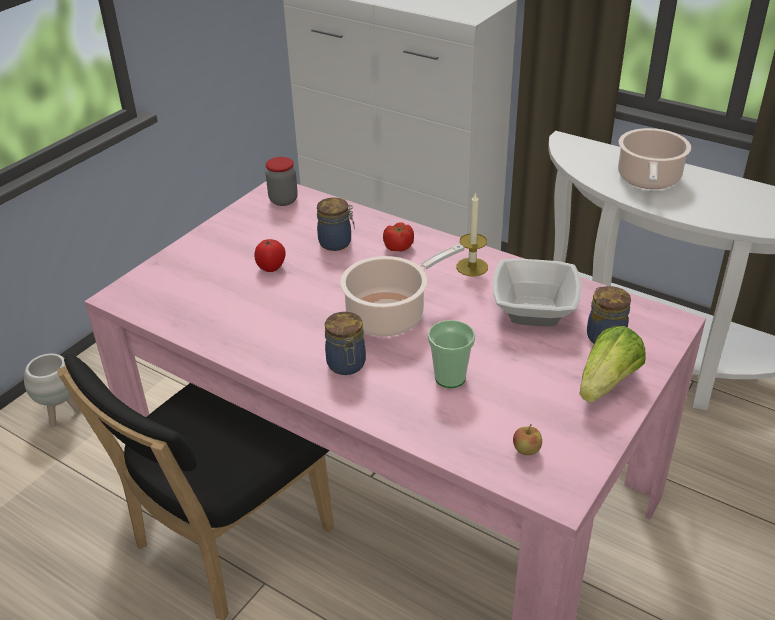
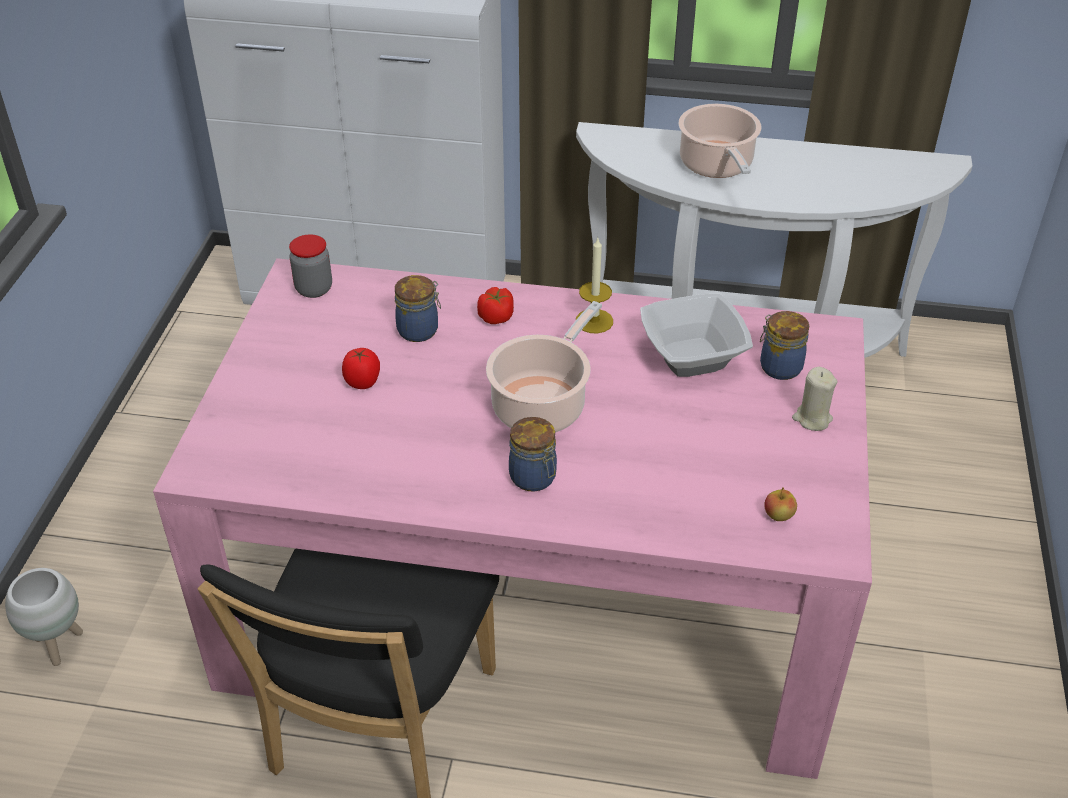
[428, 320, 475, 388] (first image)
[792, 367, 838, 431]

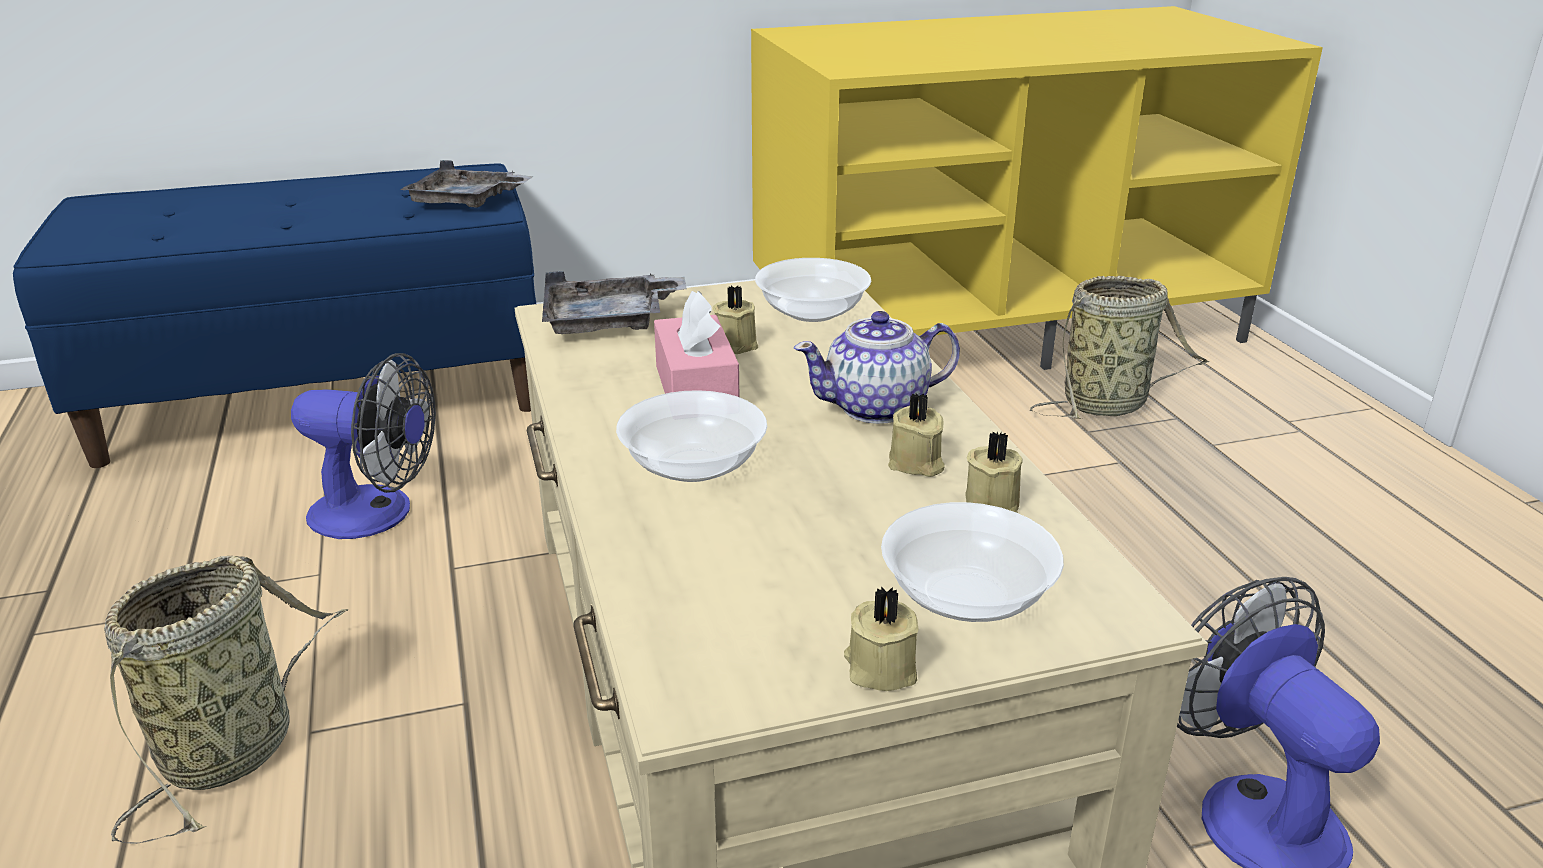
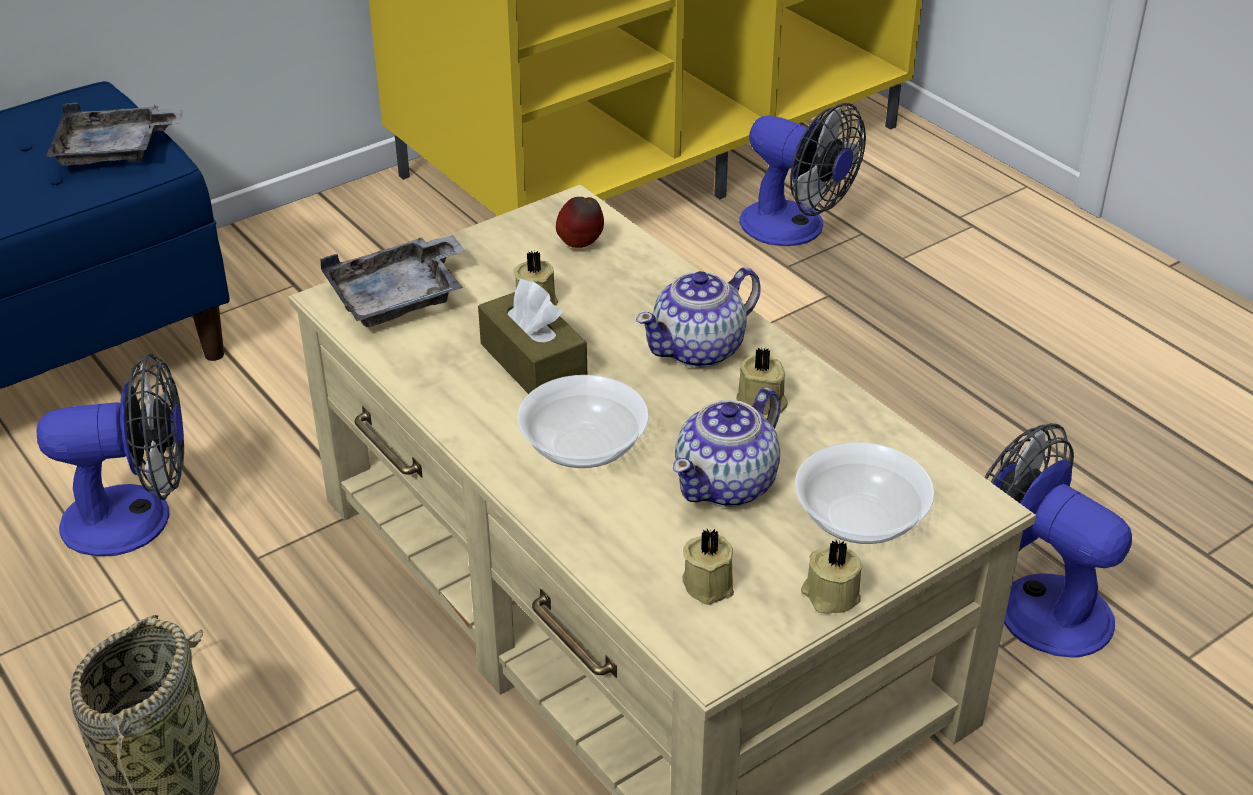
[556, 197, 604, 248]
[739, 103, 866, 246]
[478, 279, 587, 394]
[682, 529, 734, 605]
[673, 388, 781, 507]

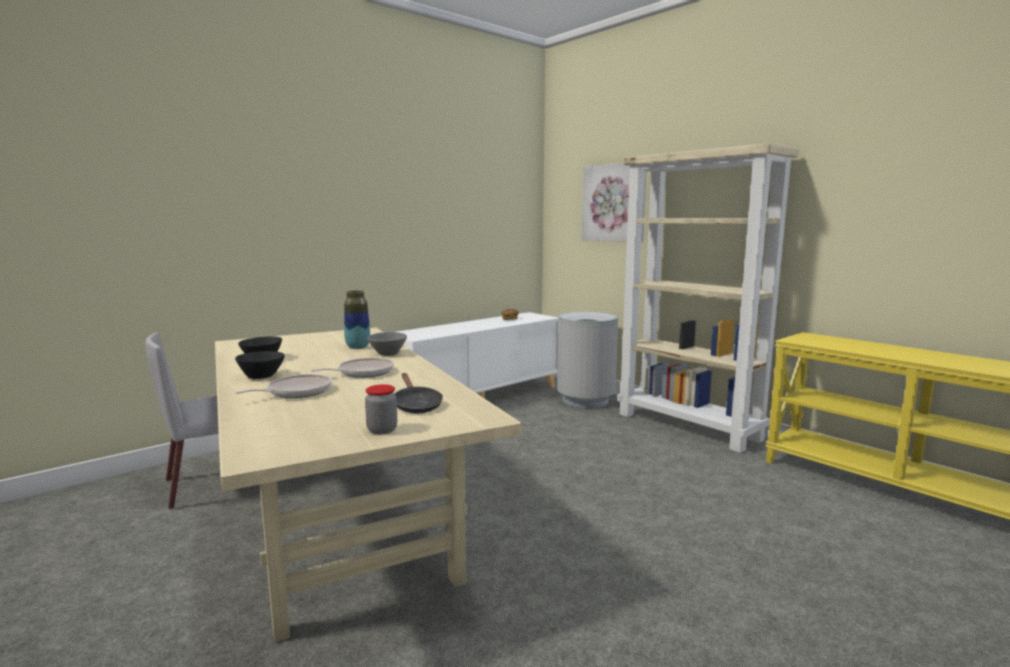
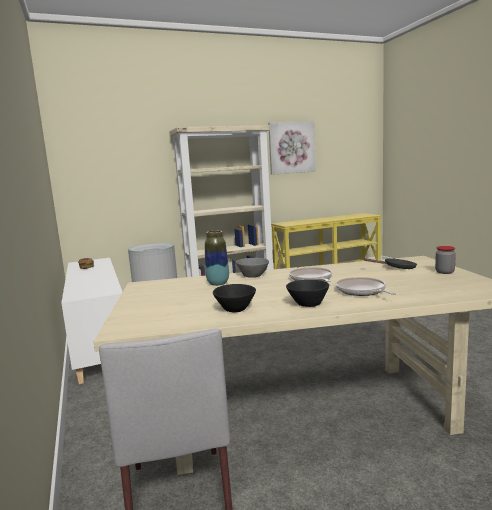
[268, 121, 316, 175]

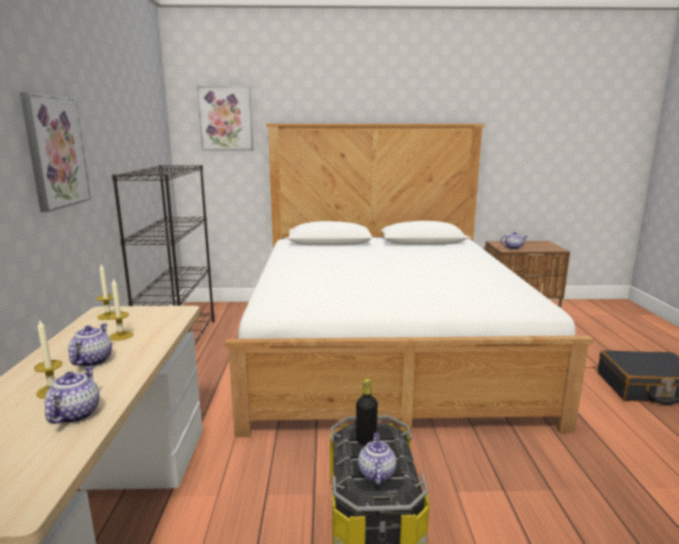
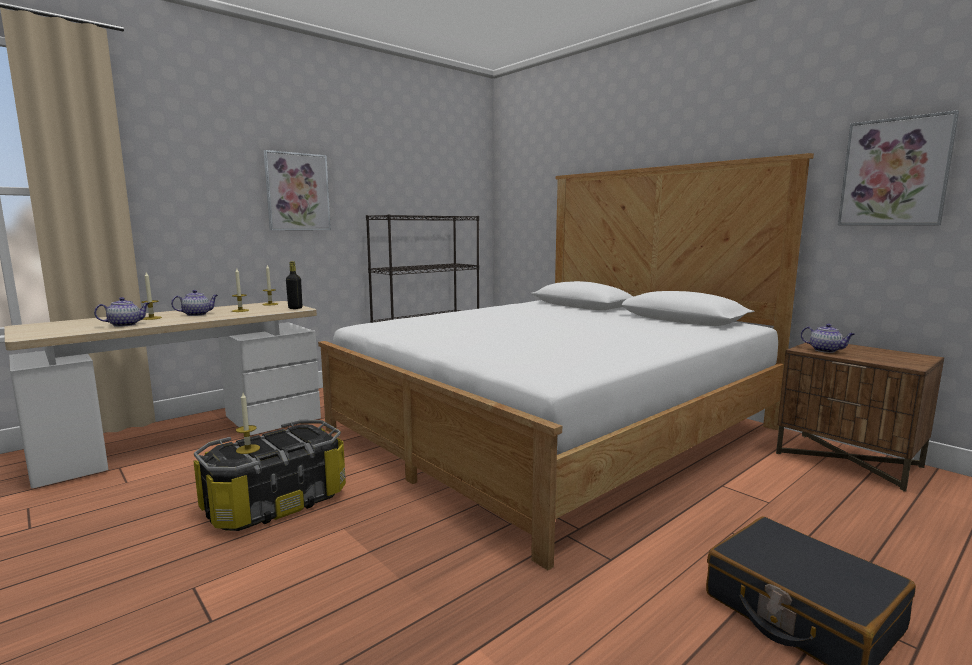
[838, 110, 959, 225]
[286, 261, 302, 309]
[236, 393, 260, 454]

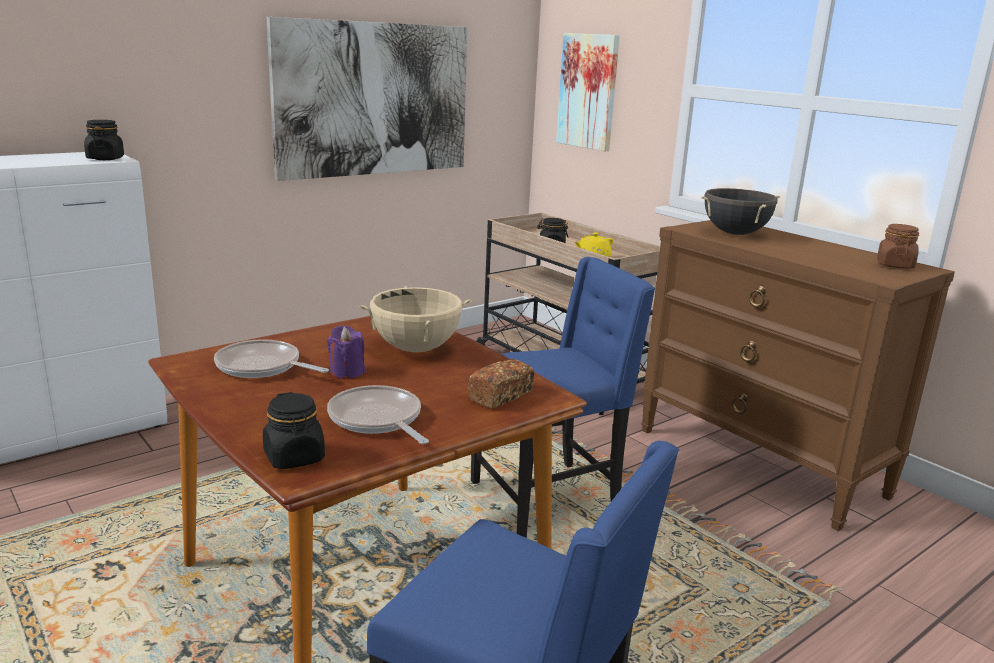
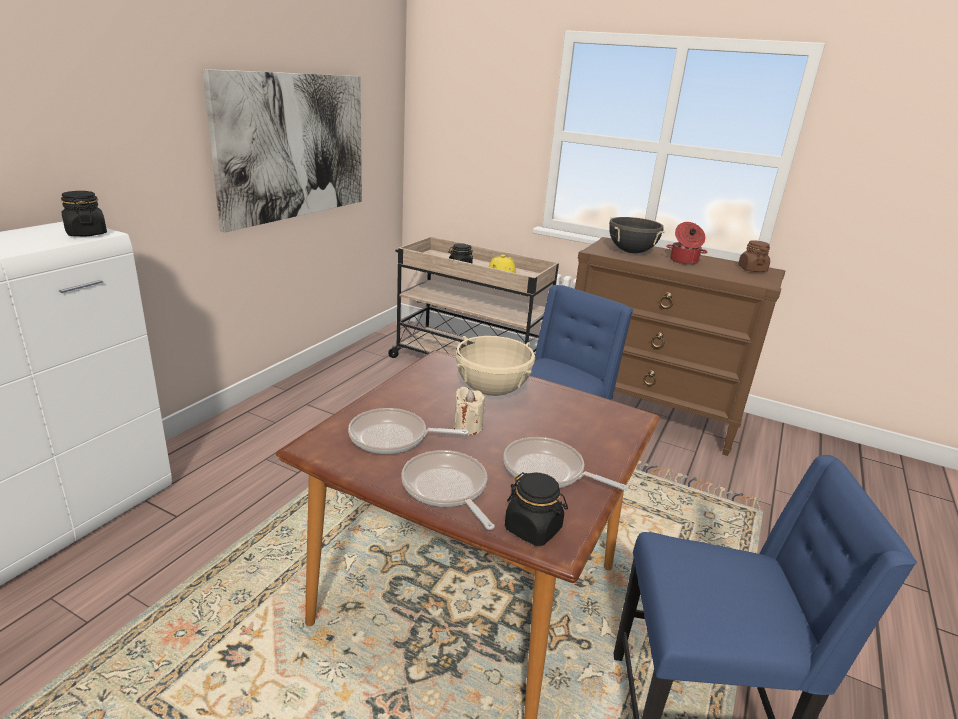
[556, 33, 620, 151] (first image)
[454, 387, 485, 435]
[468, 359, 534, 409] (first image)
[666, 222, 708, 265]
[401, 450, 495, 530]

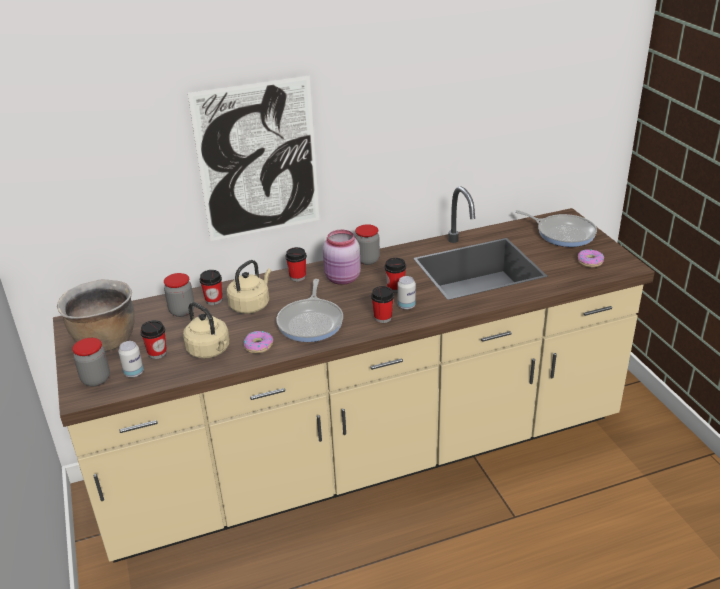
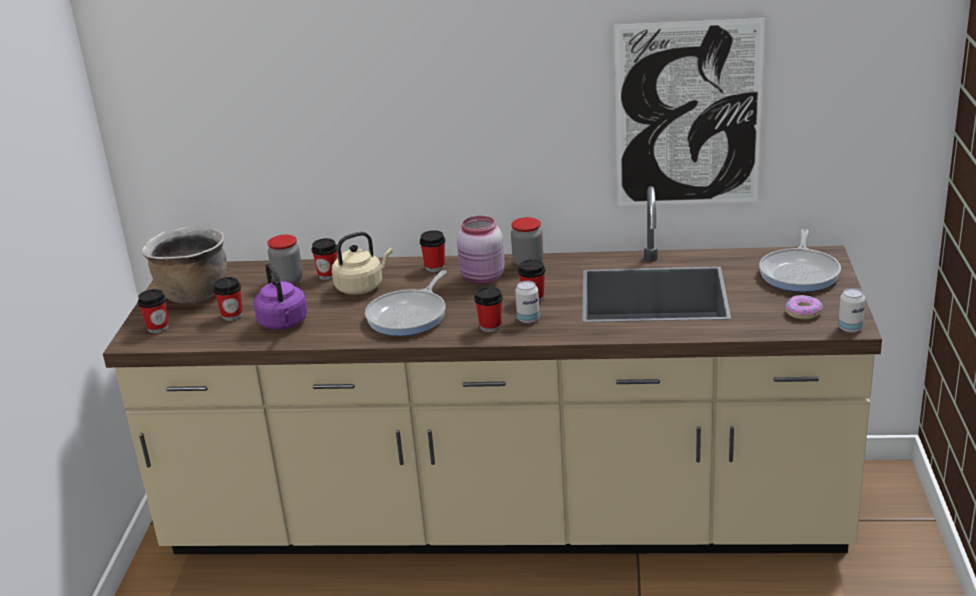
[614, 18, 765, 206]
[759, 229, 841, 292]
[254, 263, 308, 330]
[243, 331, 273, 354] (first image)
[138, 289, 169, 334]
[838, 288, 865, 333]

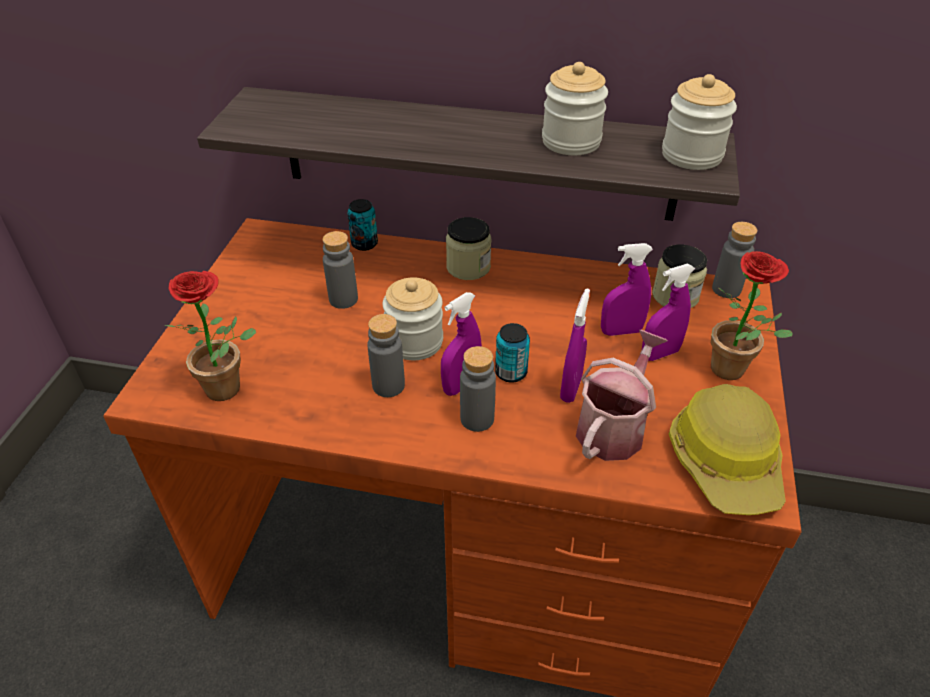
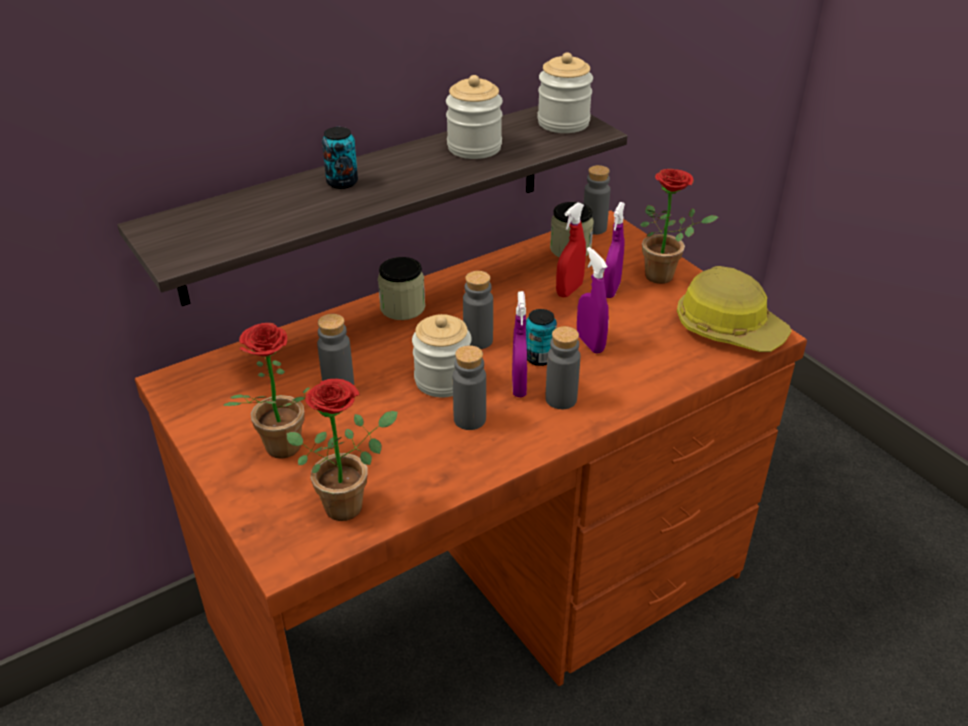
[322, 127, 358, 189]
[556, 202, 586, 297]
[576, 330, 667, 461] (first image)
[463, 271, 493, 349]
[223, 323, 310, 459]

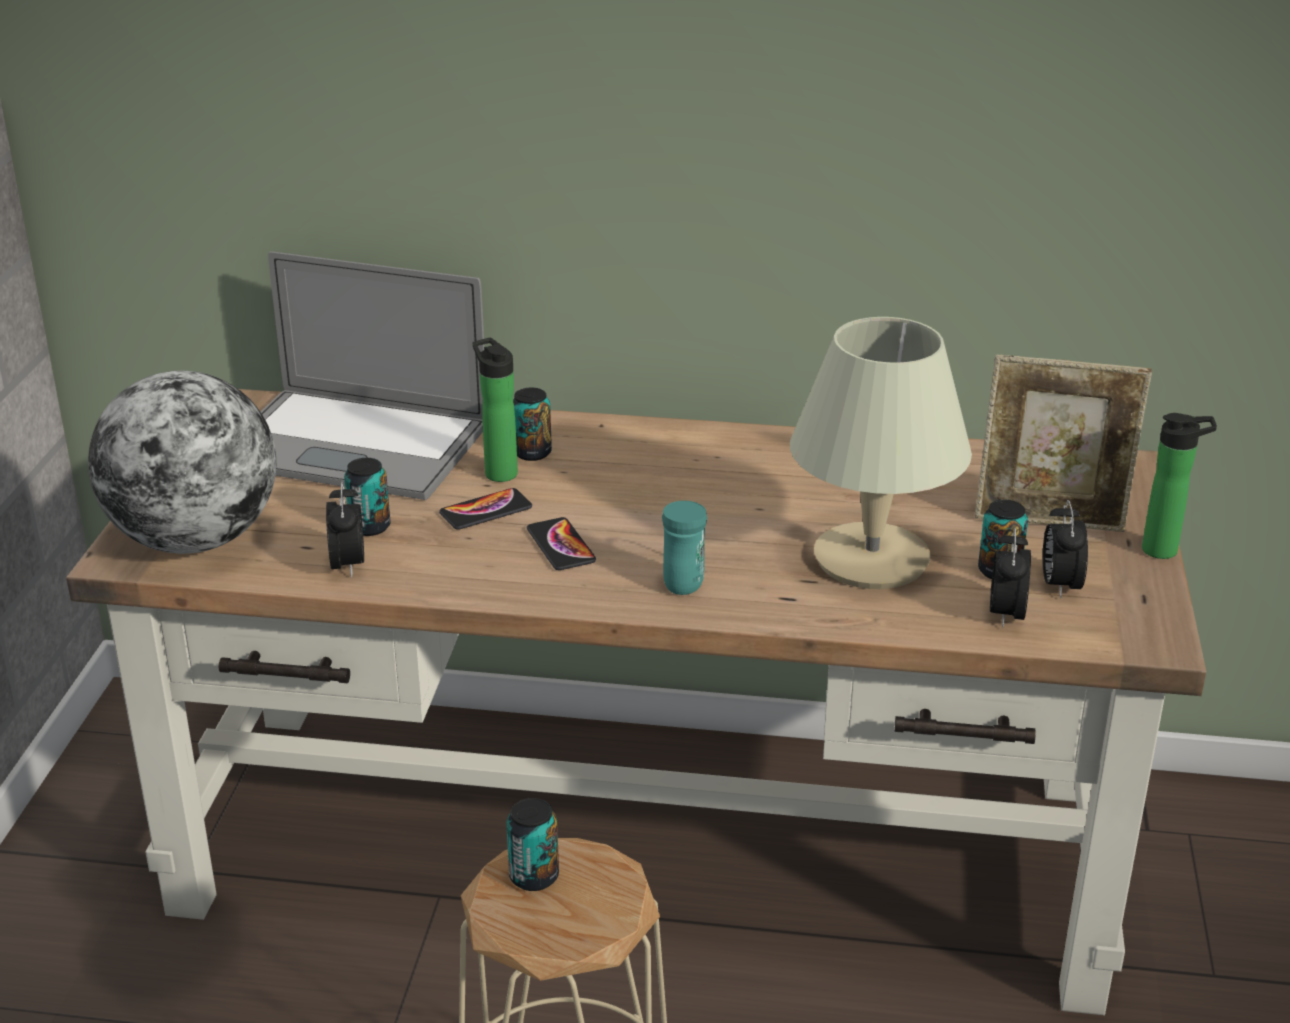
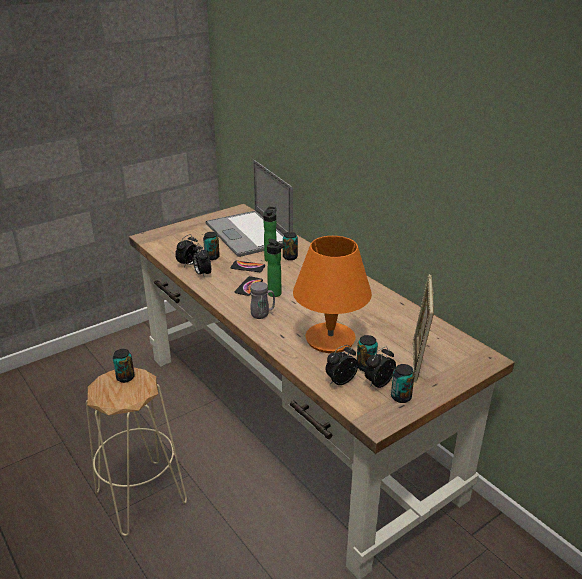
[293, 236, 372, 353]
[413, 274, 434, 382]
[88, 371, 276, 554] (first image)
[267, 239, 285, 297]
[250, 282, 275, 319]
[193, 243, 211, 278]
[391, 364, 415, 403]

